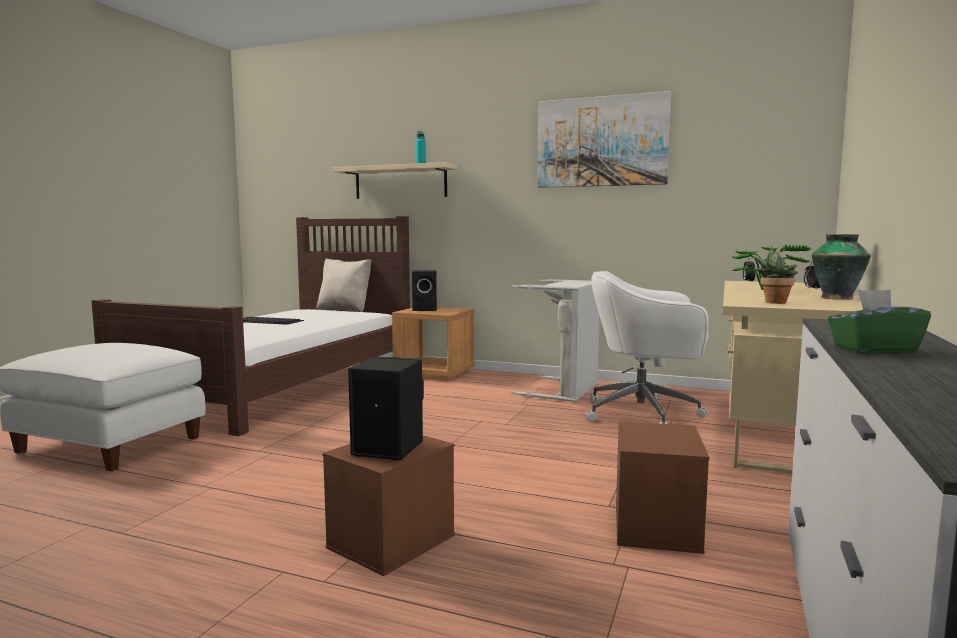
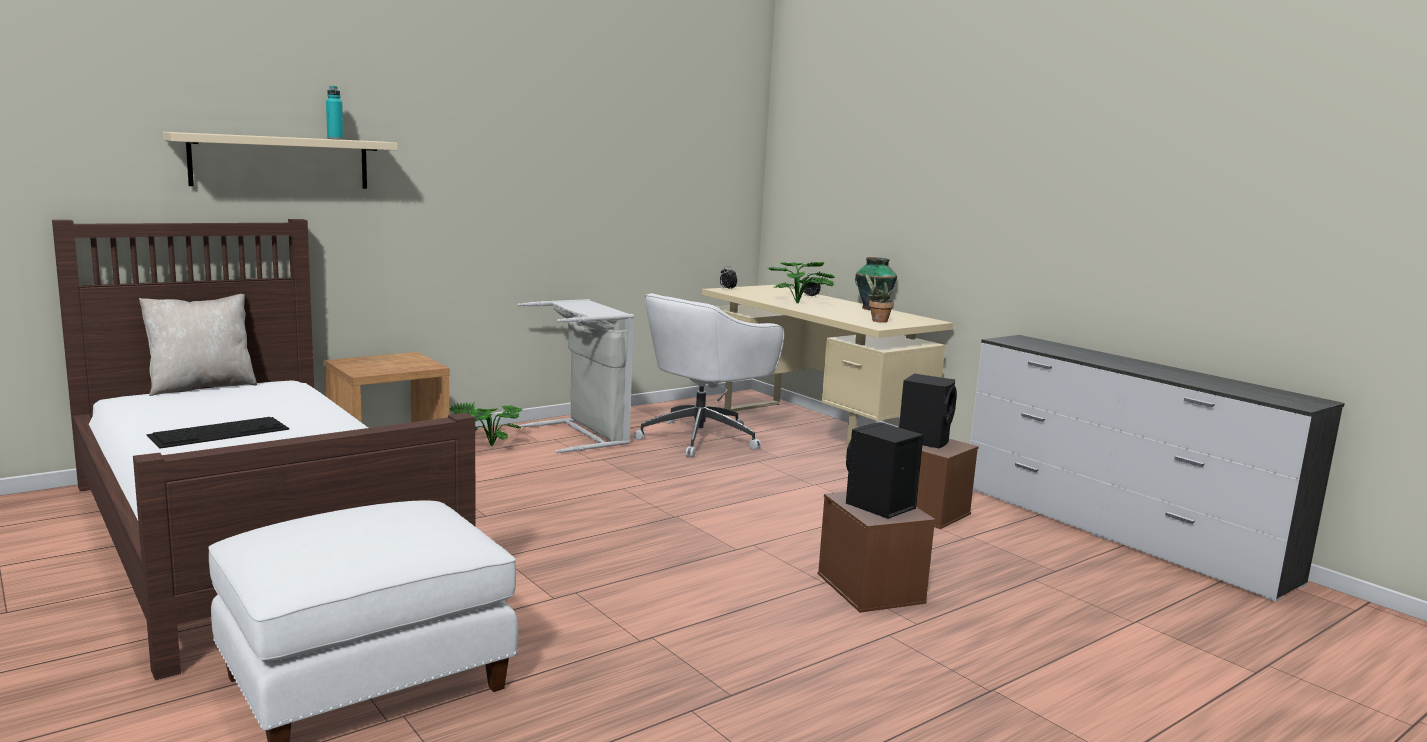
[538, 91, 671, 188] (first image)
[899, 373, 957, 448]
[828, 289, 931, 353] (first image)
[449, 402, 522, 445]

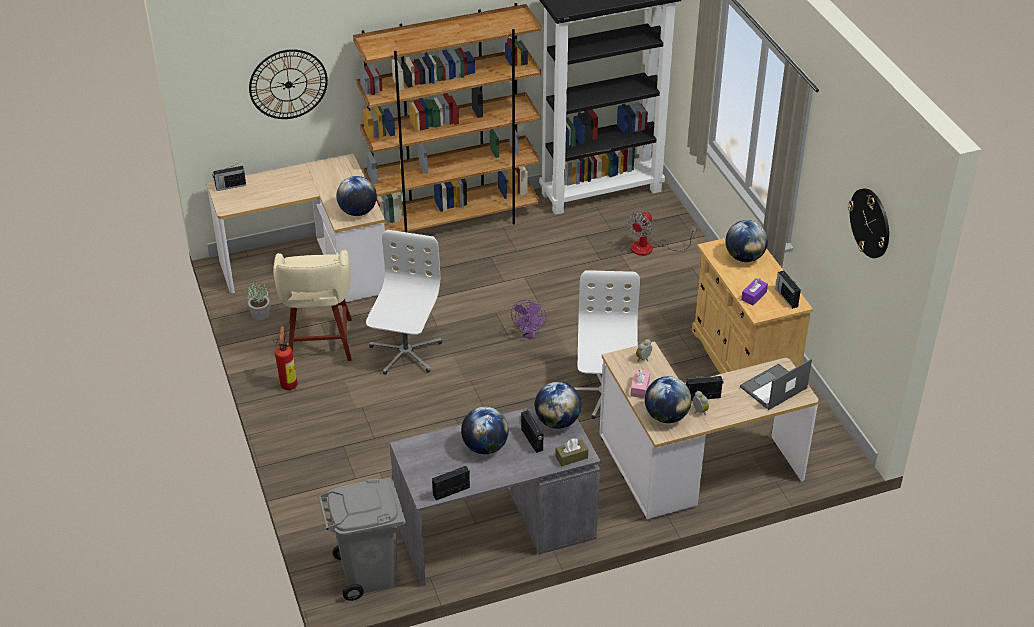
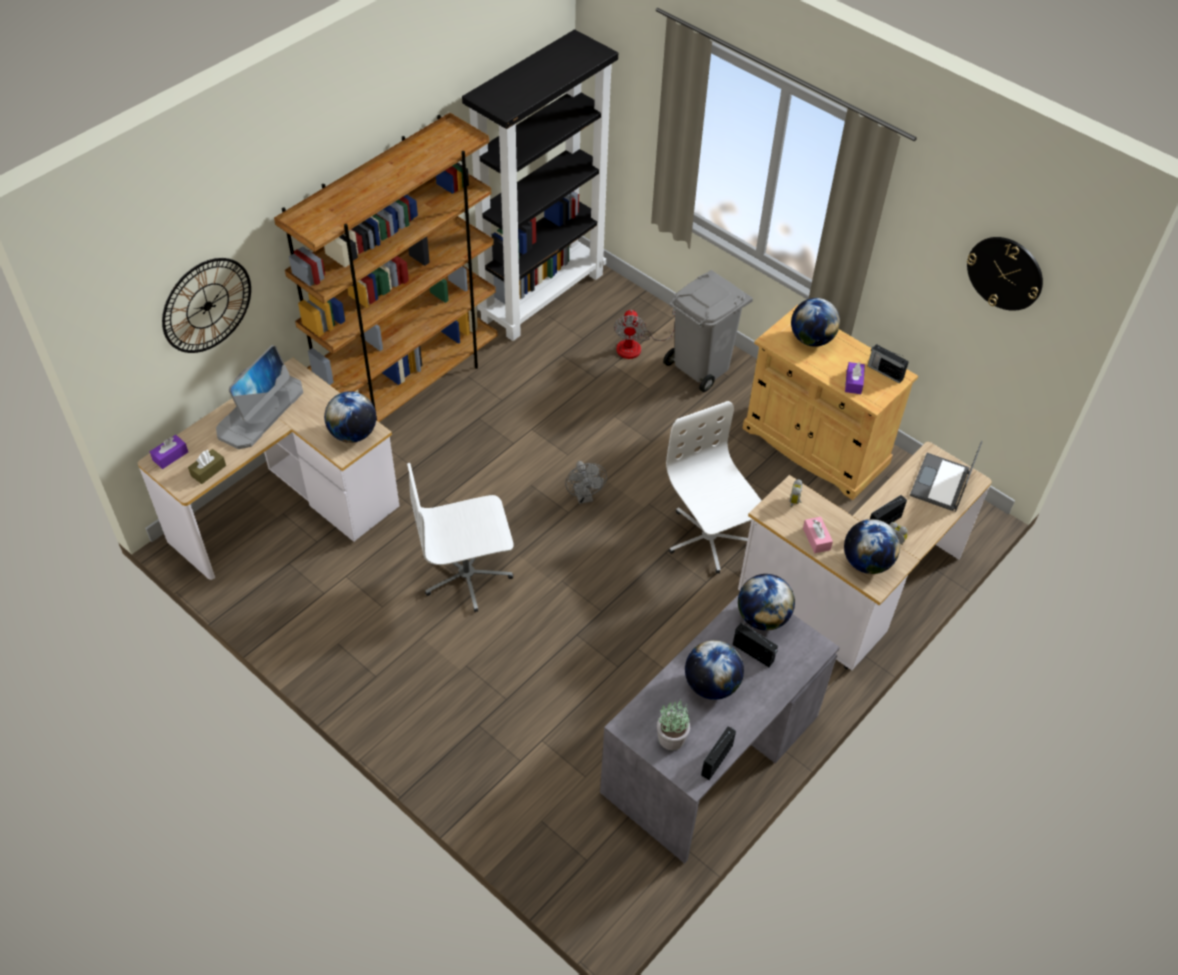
[150, 435, 188, 469]
[407, 463, 514, 612]
[273, 250, 352, 361] (first image)
[657, 701, 690, 750]
[565, 461, 607, 504]
[275, 326, 298, 390] (first image)
[188, 449, 226, 484]
[663, 270, 753, 392]
[216, 345, 303, 449]

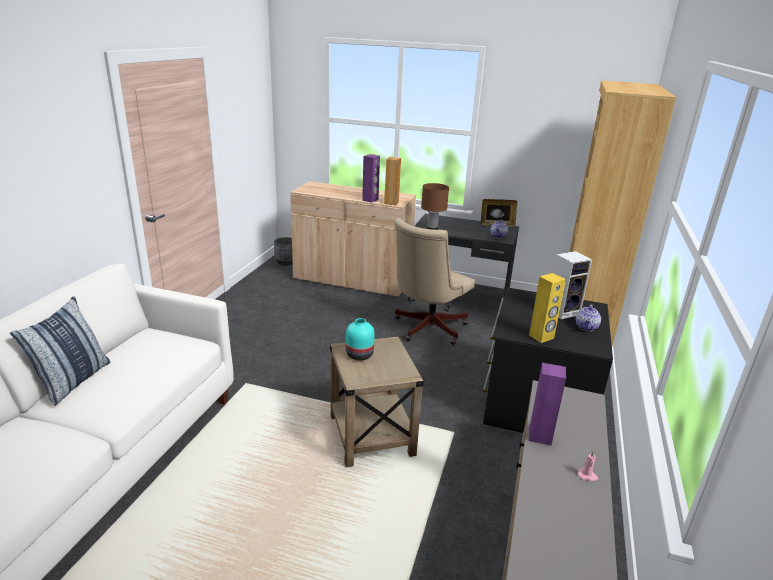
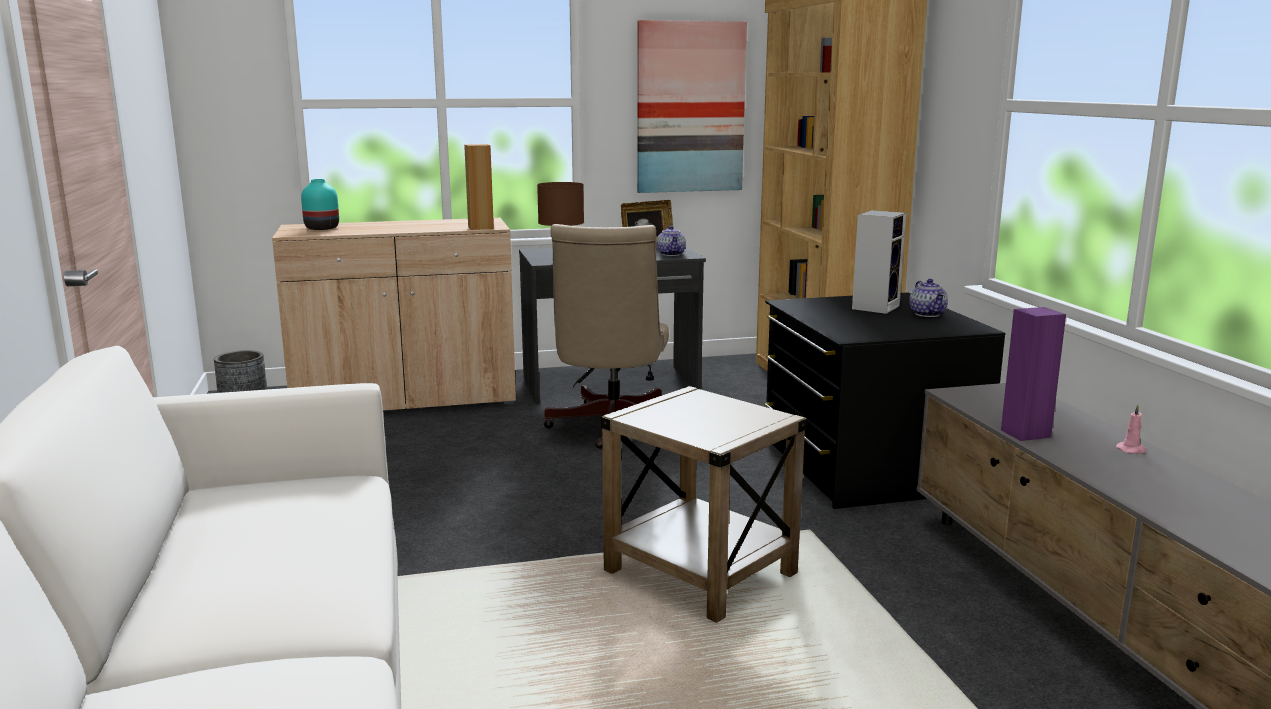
[362, 154, 380, 203] (first image)
[529, 273, 566, 343] (first image)
[10, 296, 110, 406] (first image)
[301, 179, 339, 230]
[637, 20, 747, 193]

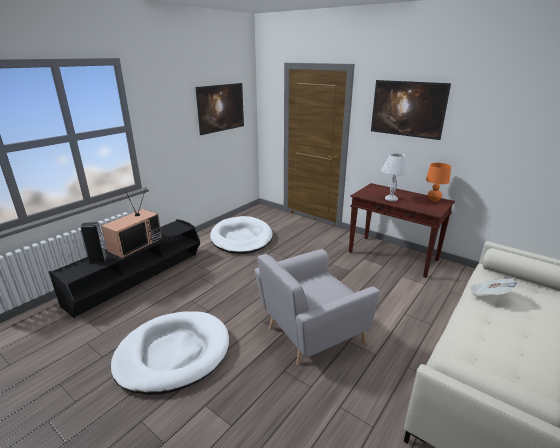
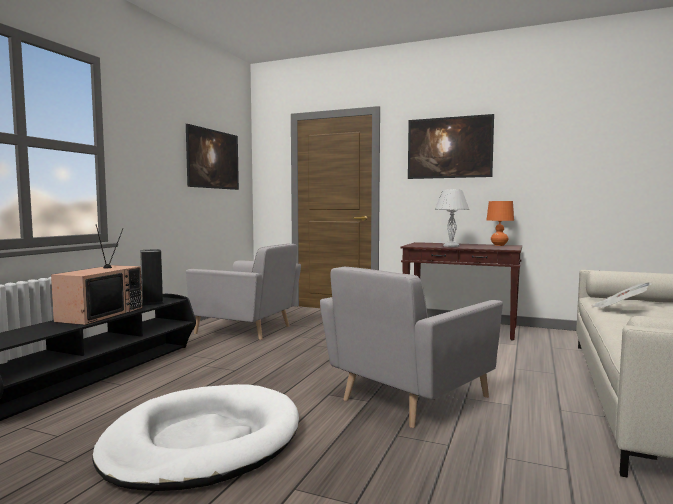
[186, 244, 301, 340]
[140, 249, 164, 306]

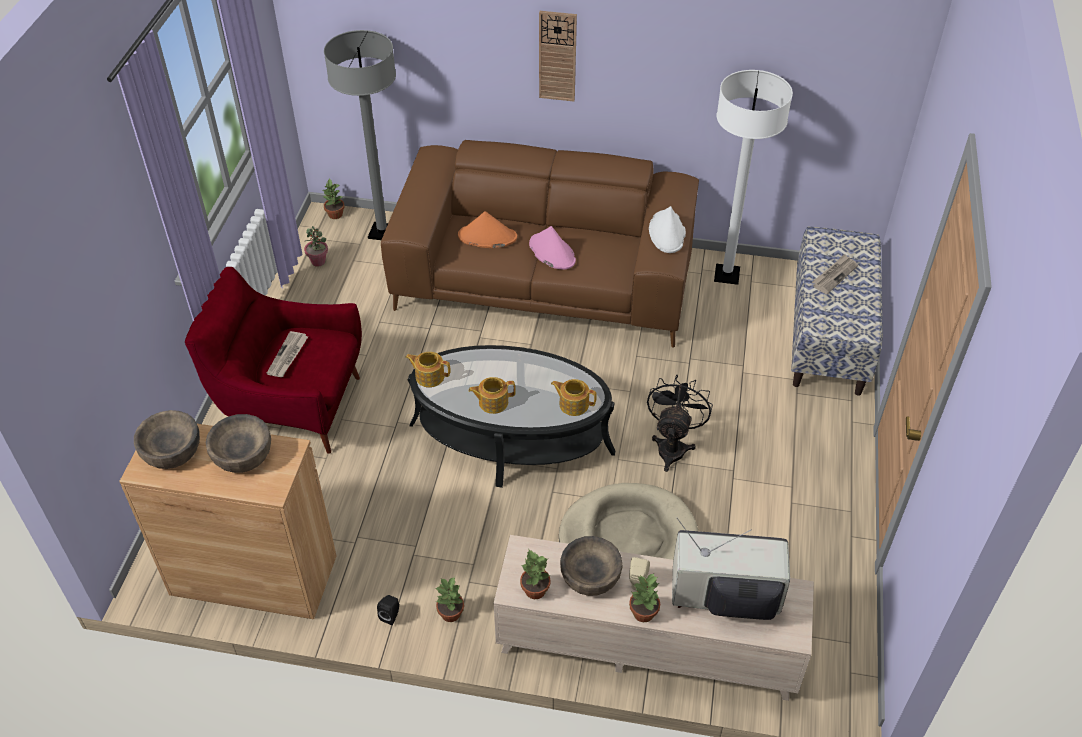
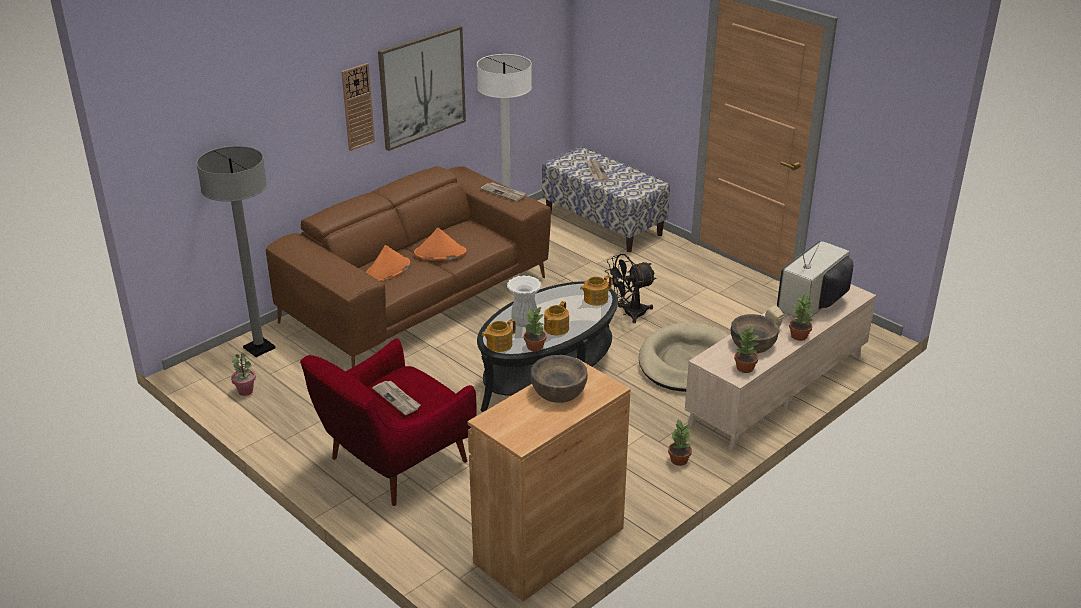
[524, 307, 546, 351]
[480, 182, 526, 202]
[414, 228, 467, 260]
[605, 254, 656, 323]
[134, 410, 200, 469] (first image)
[377, 595, 399, 625] (first image)
[378, 26, 466, 151]
[507, 275, 542, 327]

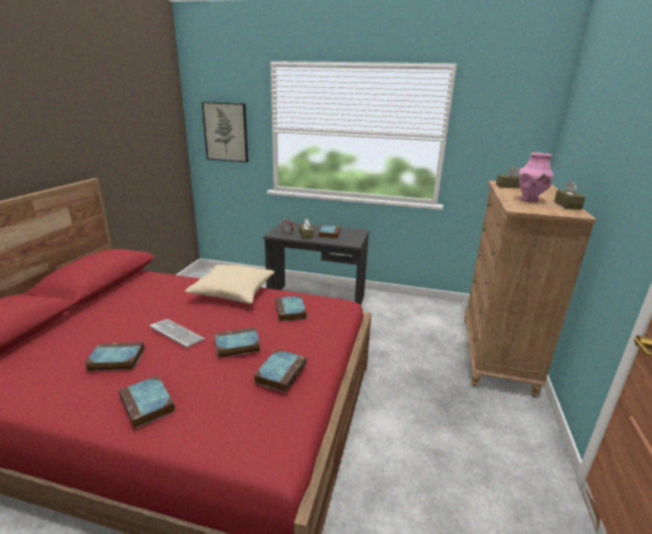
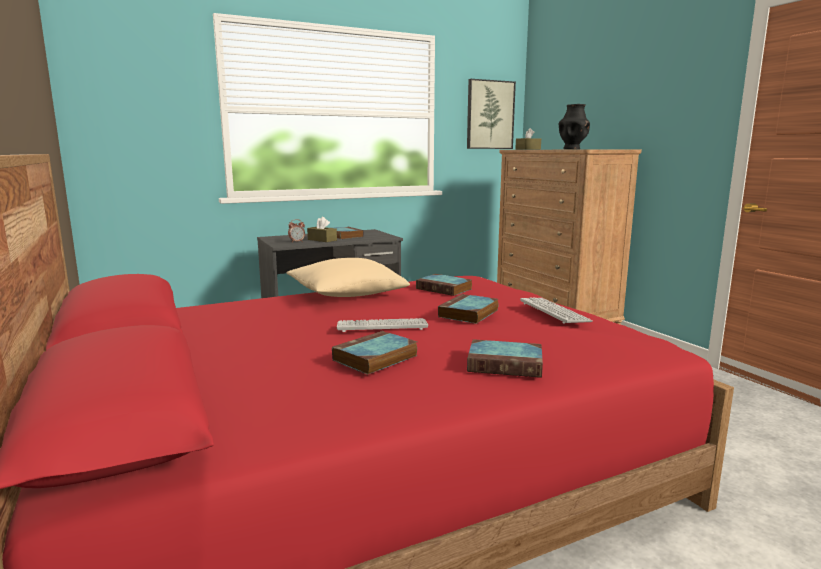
[467, 79, 516, 149]
[559, 104, 590, 149]
[554, 181, 586, 210] (first image)
[520, 297, 593, 324]

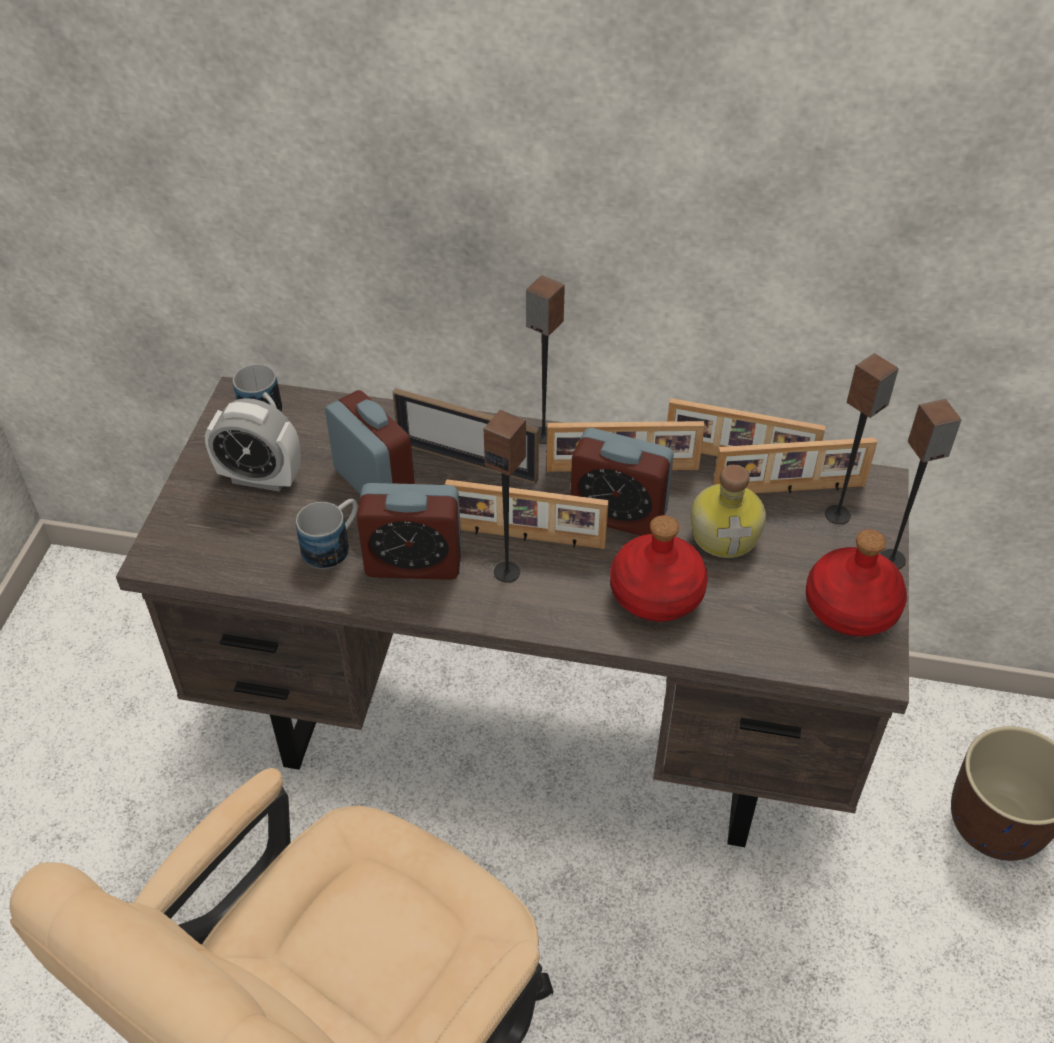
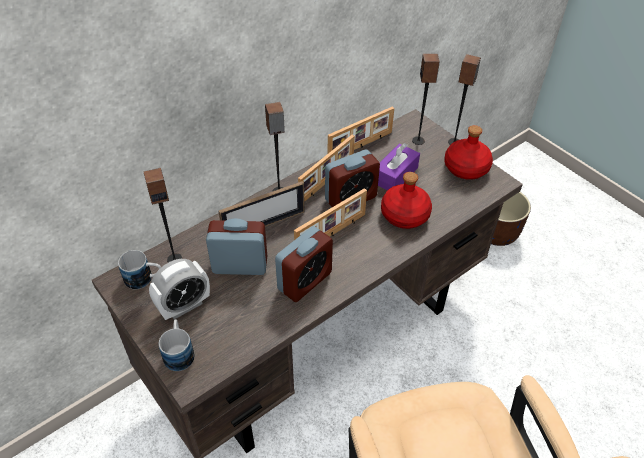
[144, 168, 182, 262]
[713, 437, 877, 493] (first image)
[378, 143, 420, 190]
[159, 319, 195, 371]

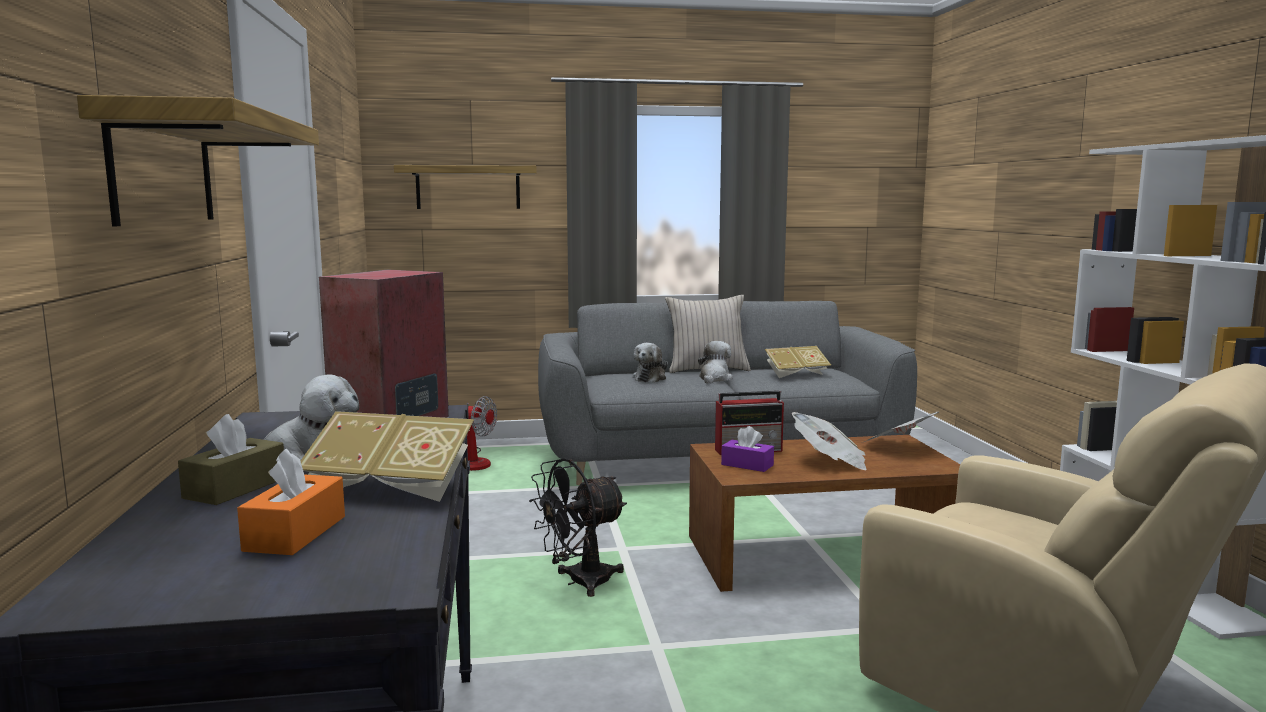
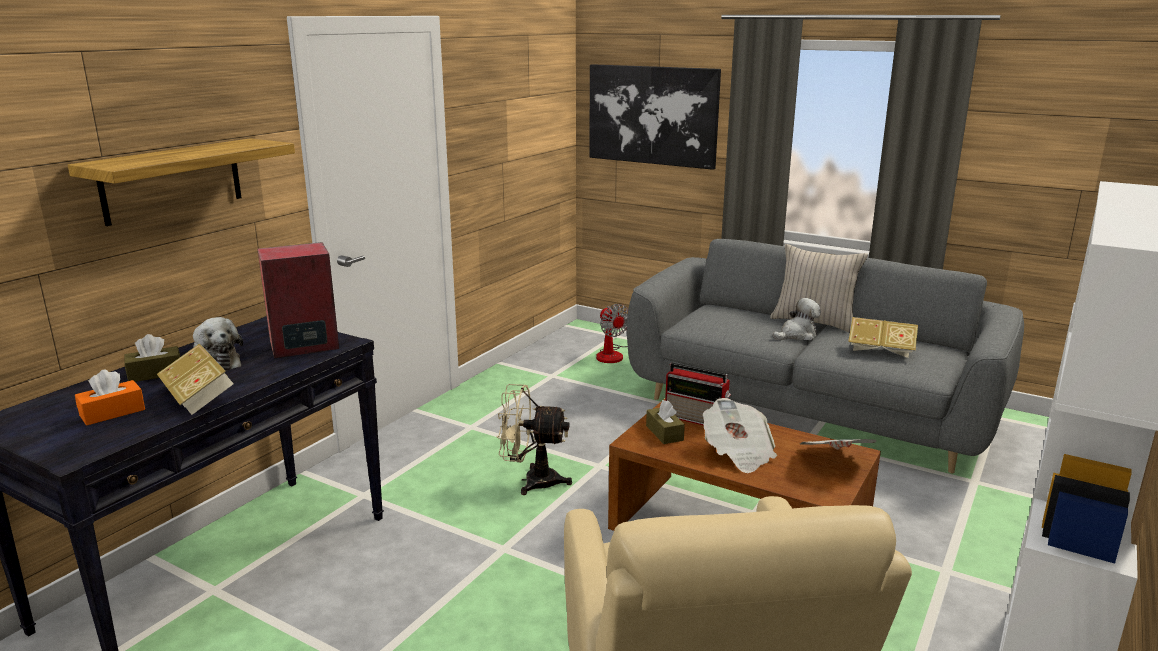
[589, 64, 721, 170]
[633, 343, 668, 383] (first image)
[646, 400, 685, 444]
[497, 384, 572, 495]

